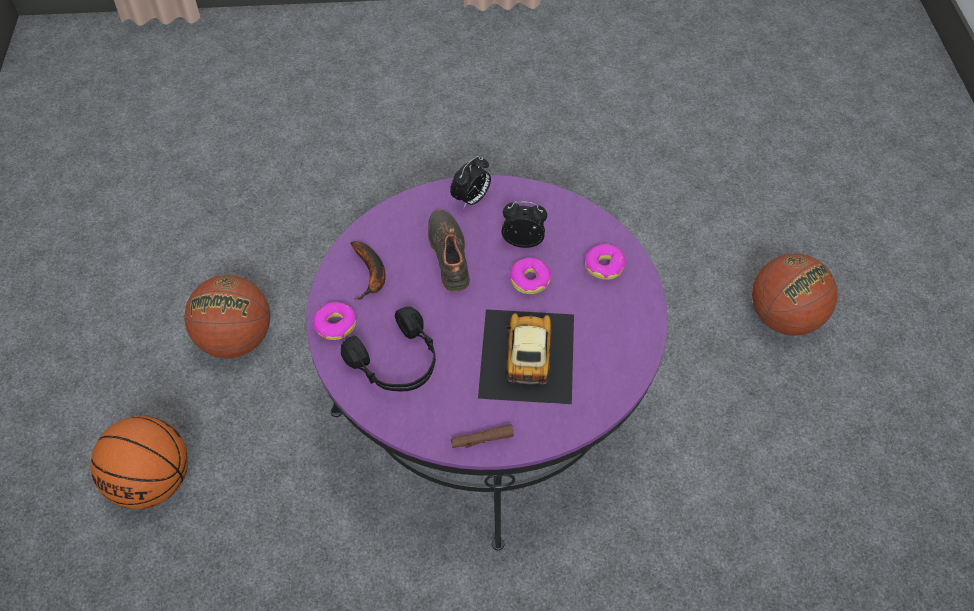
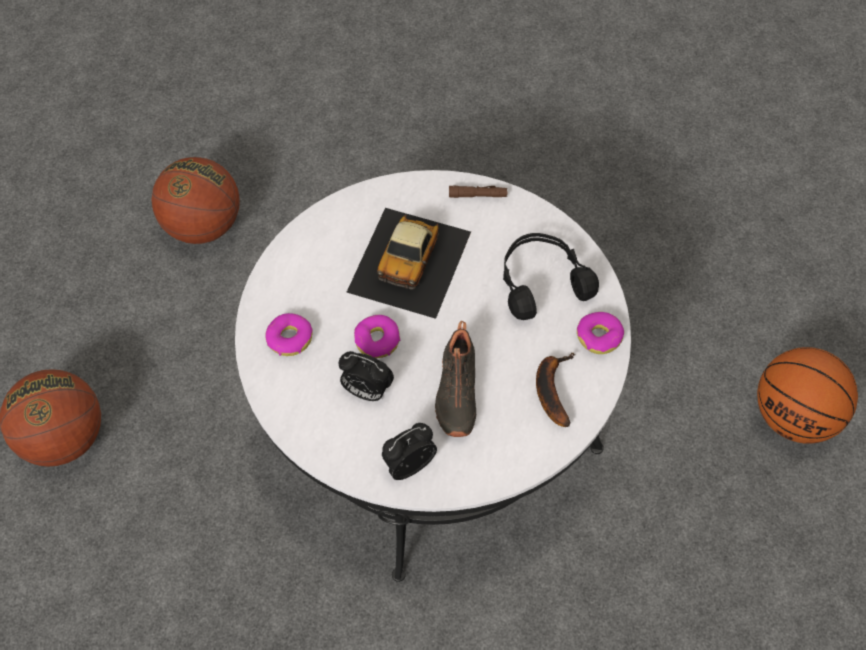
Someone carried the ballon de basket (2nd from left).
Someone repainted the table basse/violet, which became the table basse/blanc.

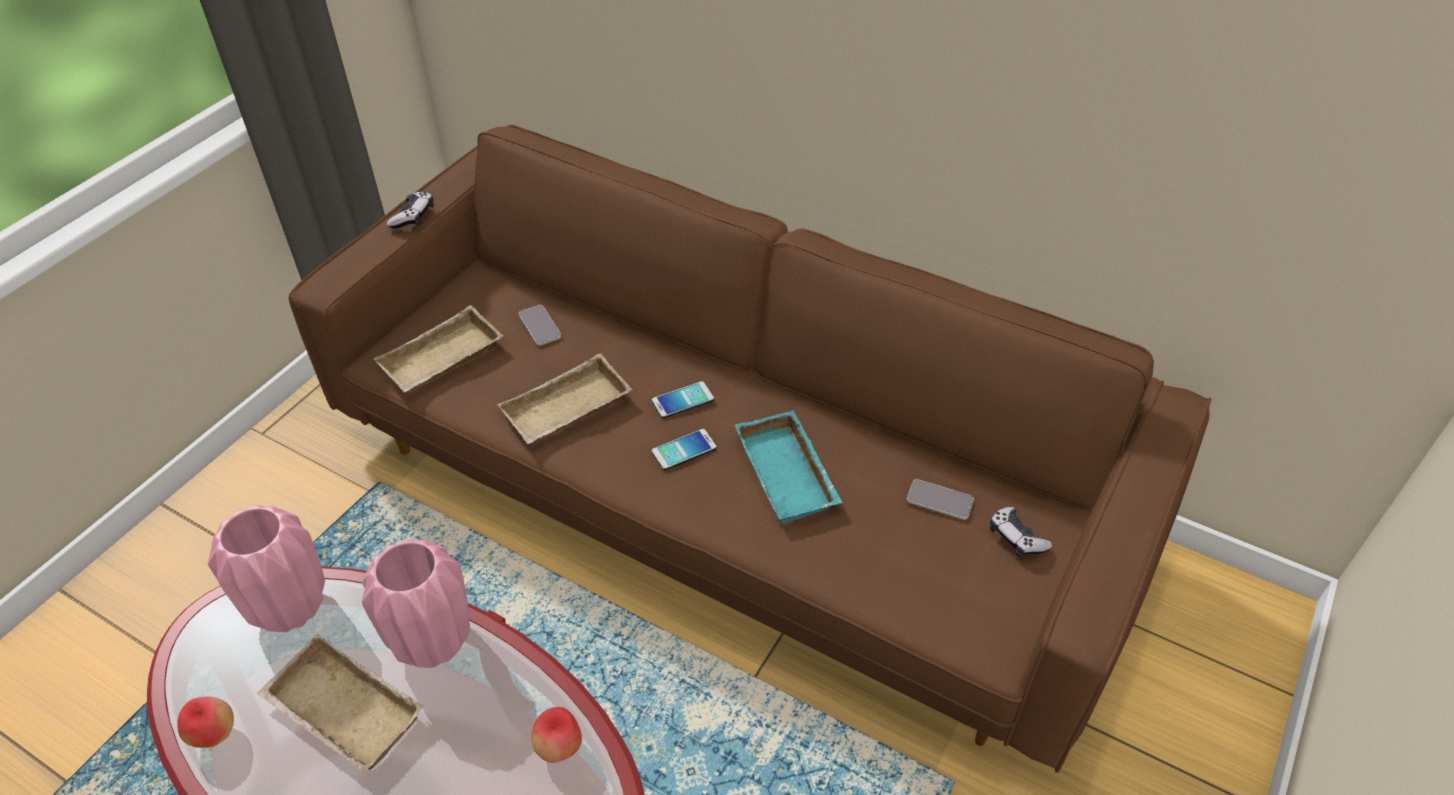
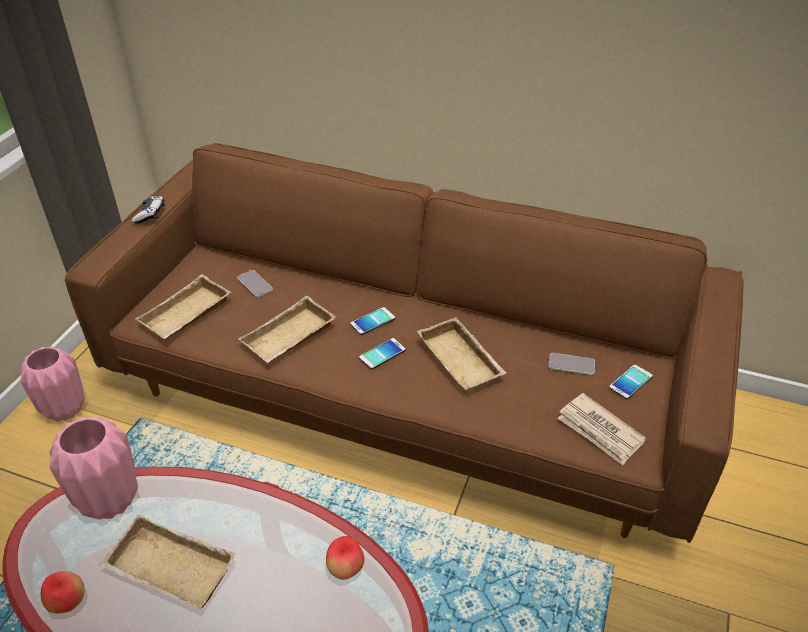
Someone carried the vase/rose (2nd from left in the first image).
Someone repainted the plateau/turquoise, which became the plateau/beige (4th from left).
Someone swapped the manette (2nd from left) for the téléphone (5th from left).
Someone put down the journal.

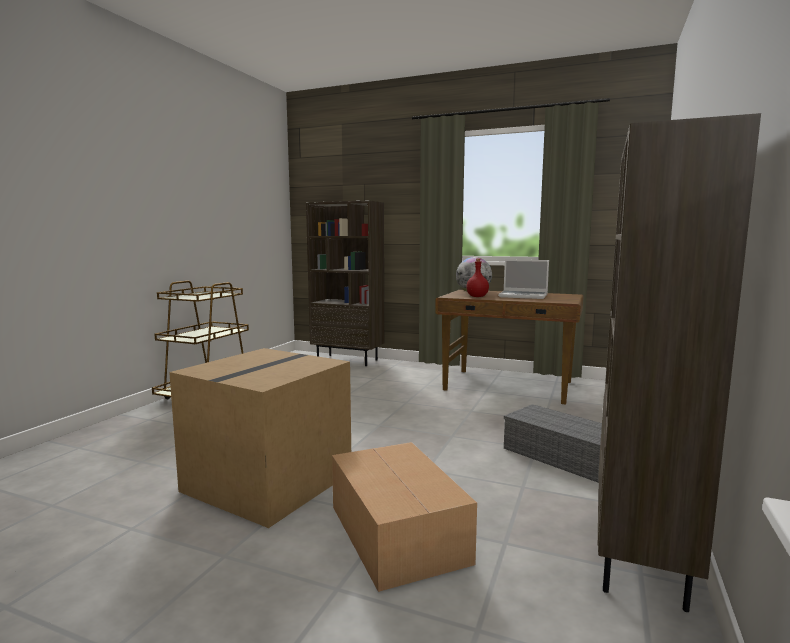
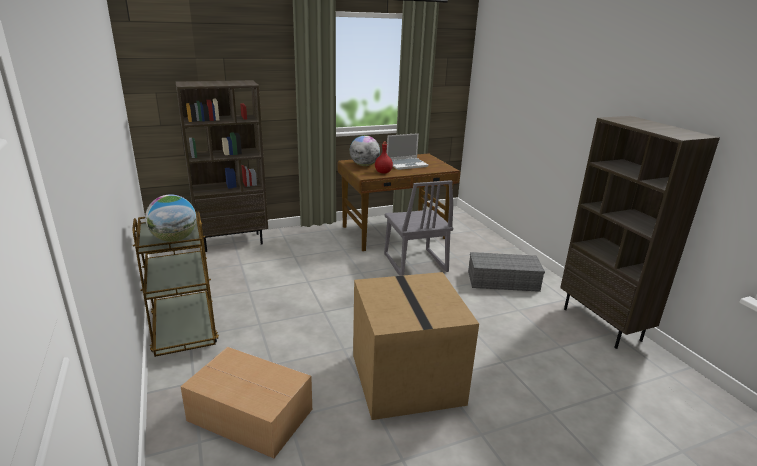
Someone carried the carton (2nd from left in the first image).
Someone put down the globe (1st from left).
Someone put down the chaise/gris.

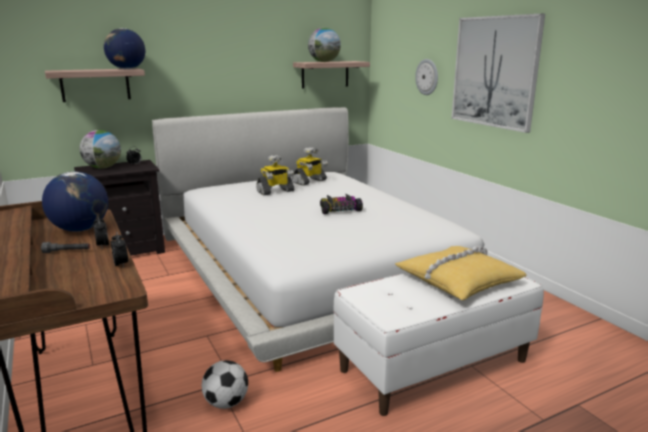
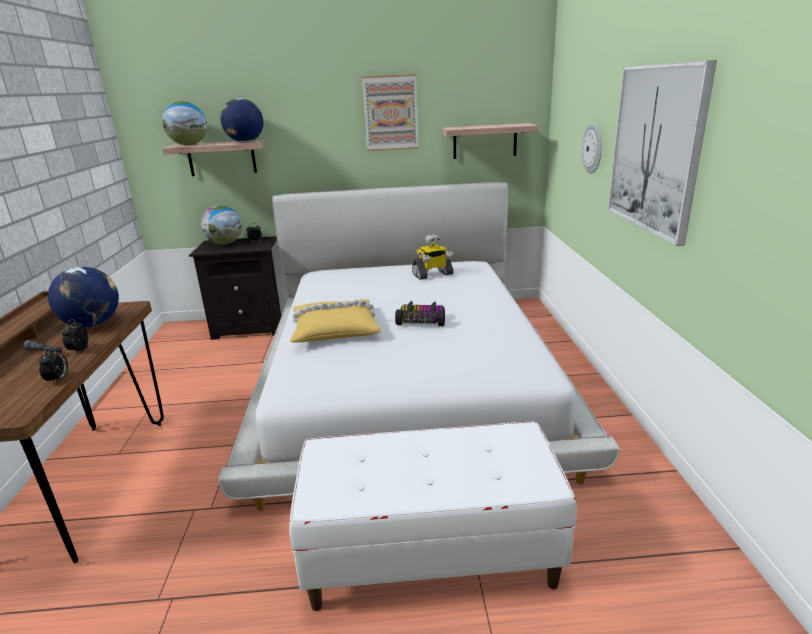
Someone took away the ballon de foot.
Someone took away the robot jouet (1st from left).
Someone carried the globe (4th from left in the first image).
Someone carried the coussin/jaune.
Someone put up the tableau (1st from left).

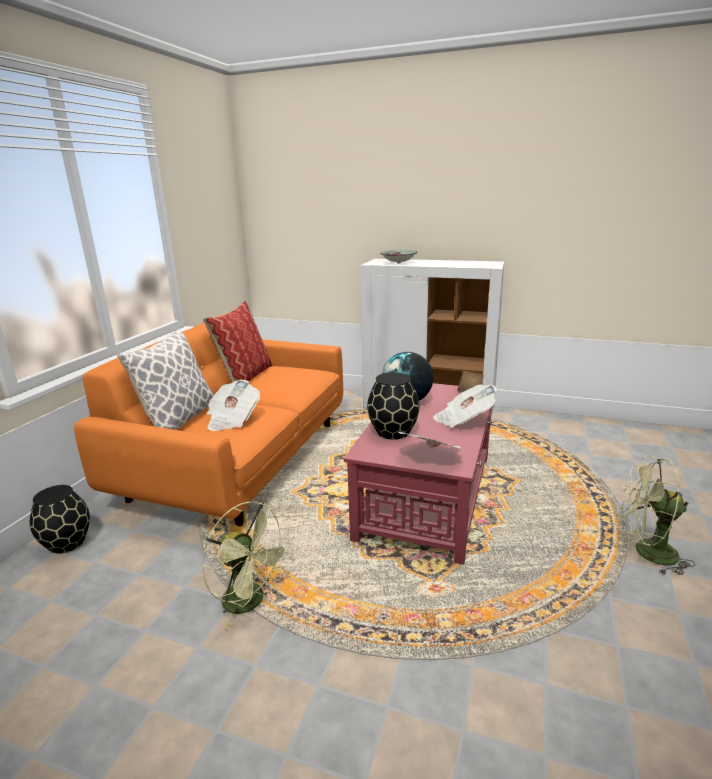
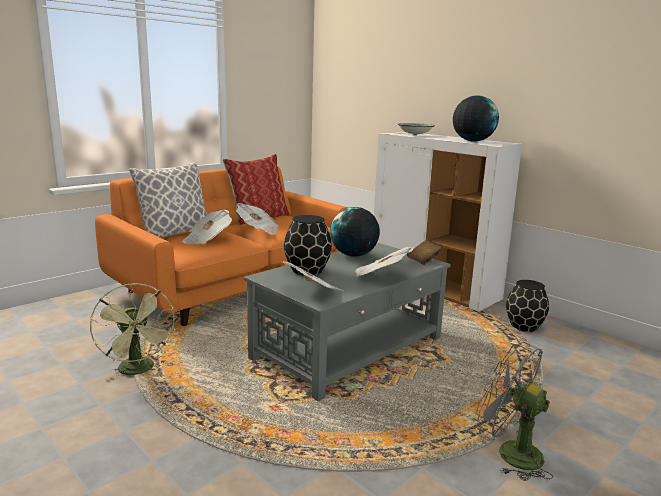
Someone carried the vase/noir (1st from left in the first image).
Someone repainted the table basse/rouge, which became the table basse/gris.
Someone repainted the ventilateur/vert (2nd from left), which became the ventilateur/gris.
Someone put down the journal (2nd from left).
Someone put down the globe (2nd from left).

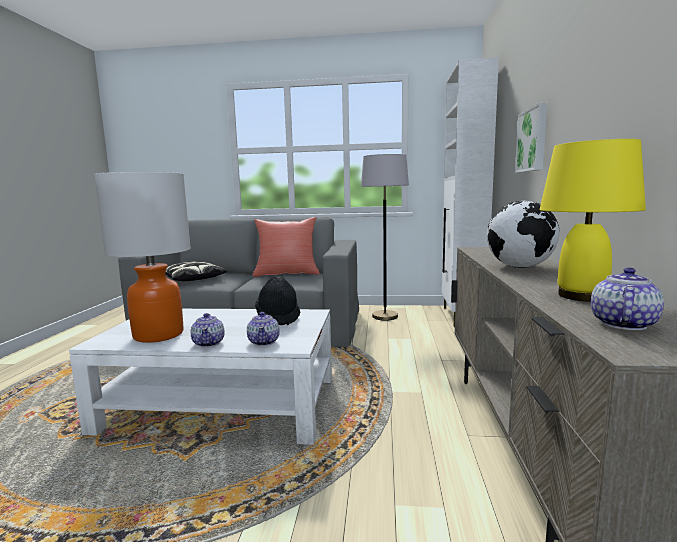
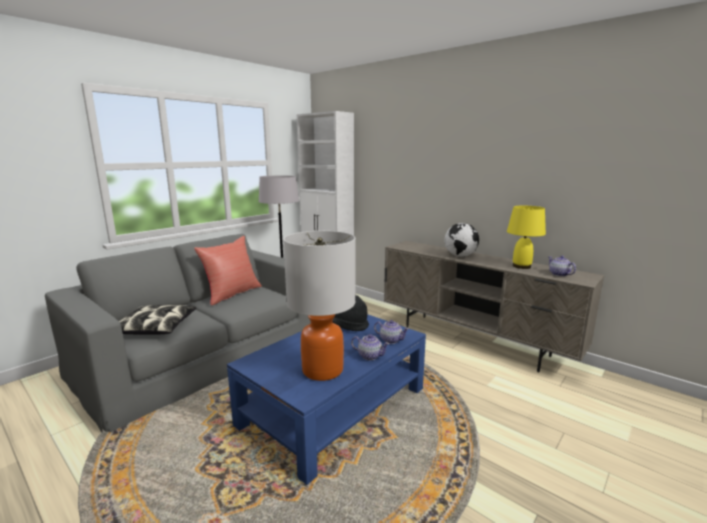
Someone repainted the table basse/blanc, which became the table basse/bleu.
Someone took away the tableau.

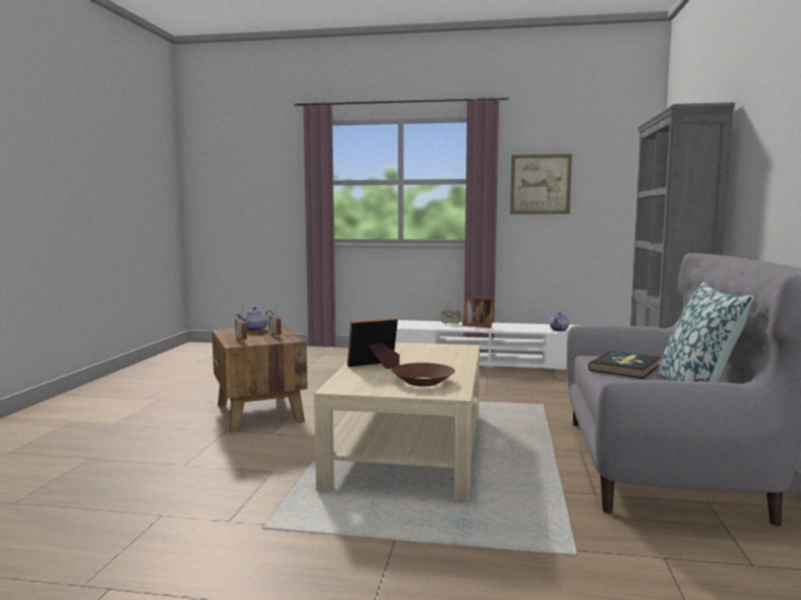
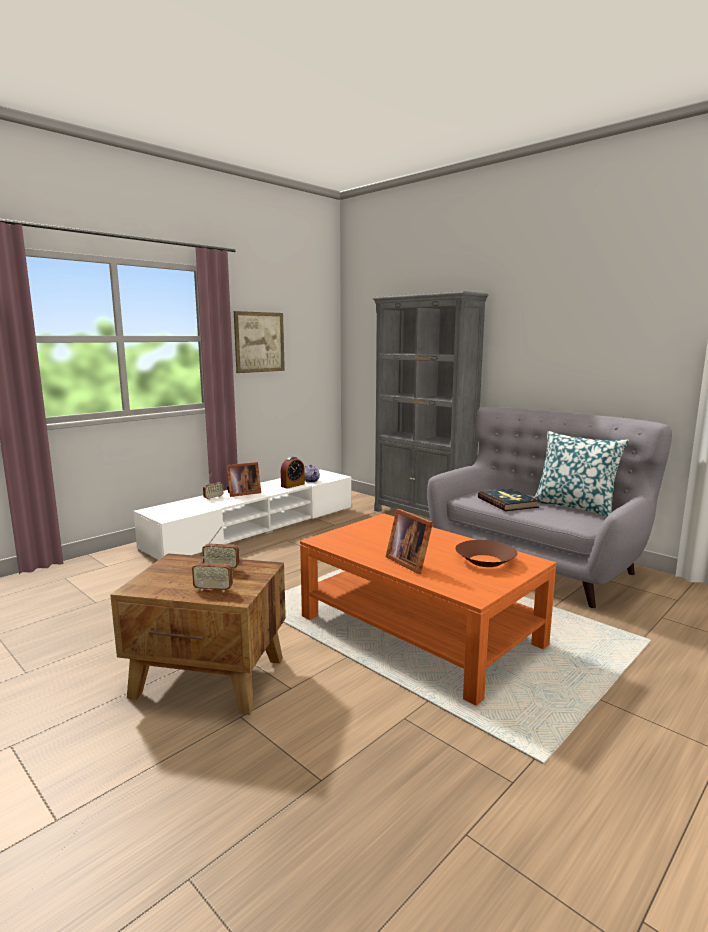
Someone took away the théière (1st from left).
Someone repainted the table basse/beige, which became the table basse/orange.
Someone rotated the cadre photo (1st from left in the first image) by 45 degrees counterclockwise.
Someone put down the réveil.

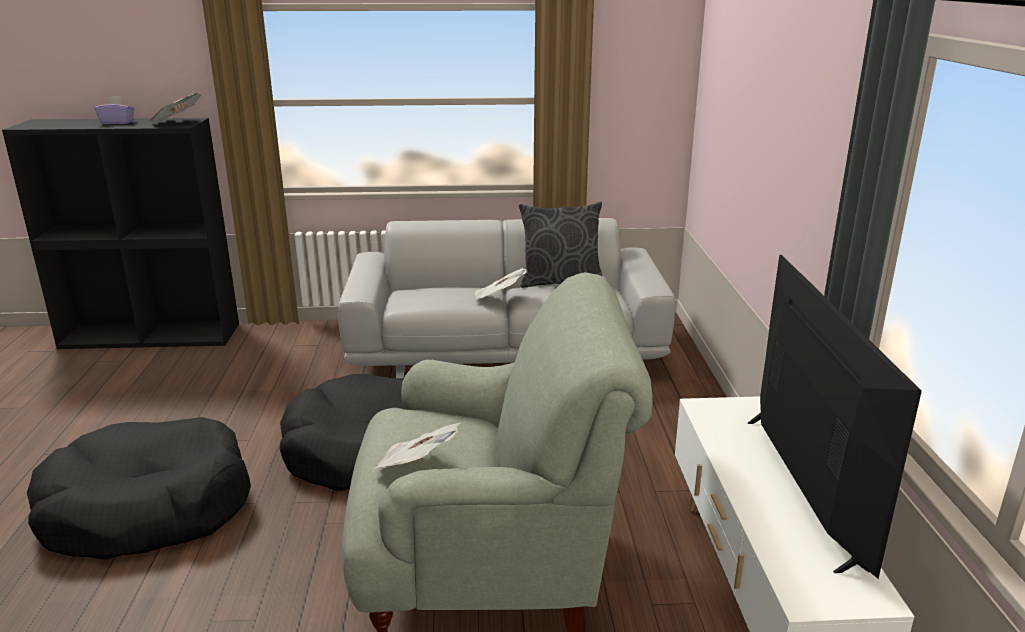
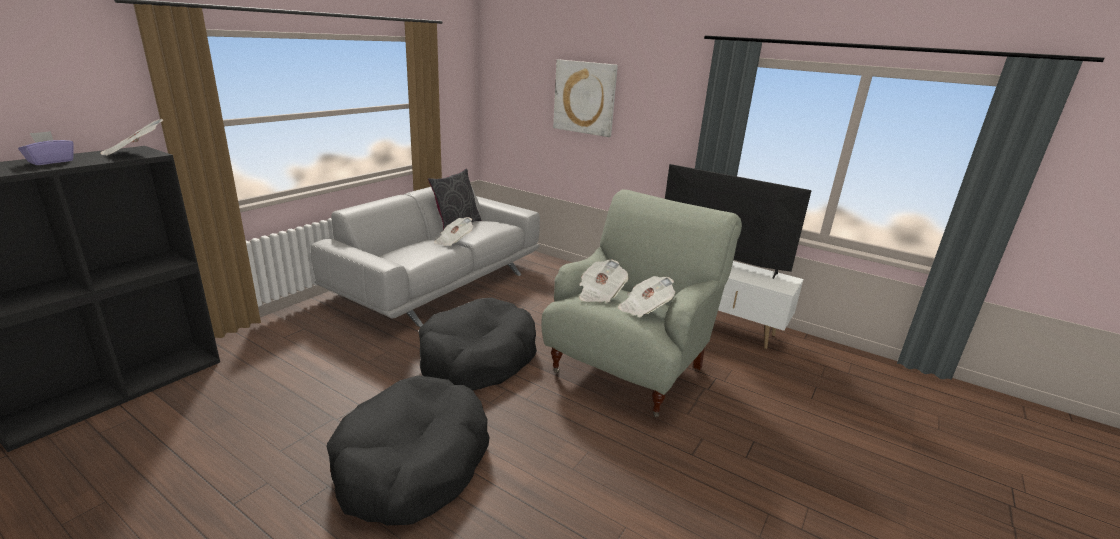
Someone put up the tableau.
Someone put down the journal (3rd from left).

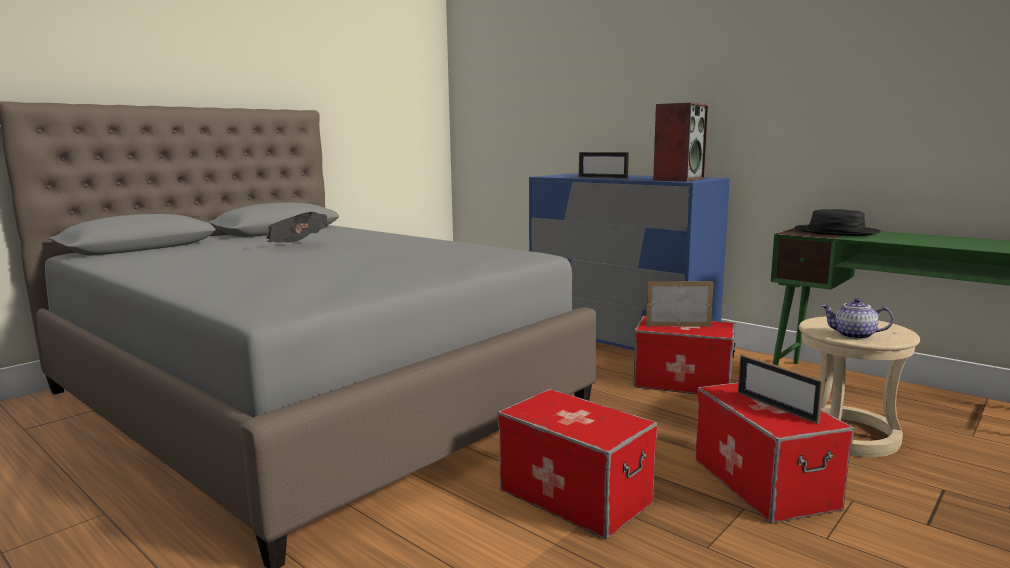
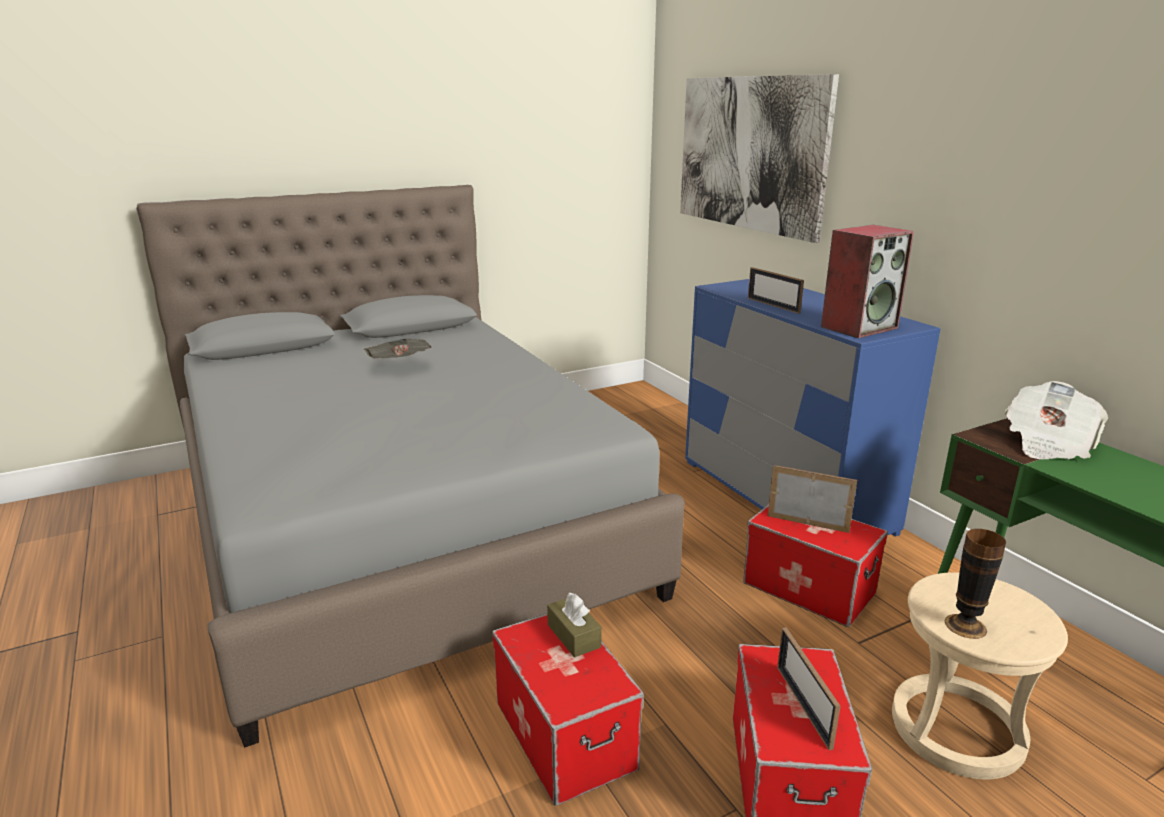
Someone swapped the chapeau/noir for the journal (2nd from left).
Someone swapped the théière for the vase.
Someone put down the boîte à mouchoirs/marron.
Someone put up the tableau.

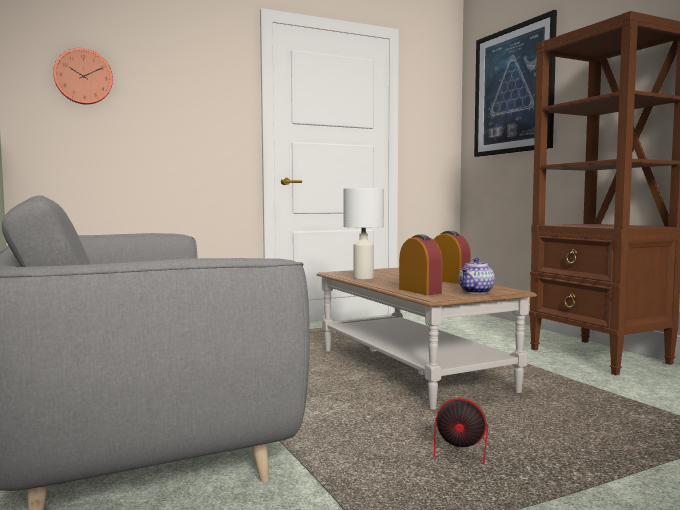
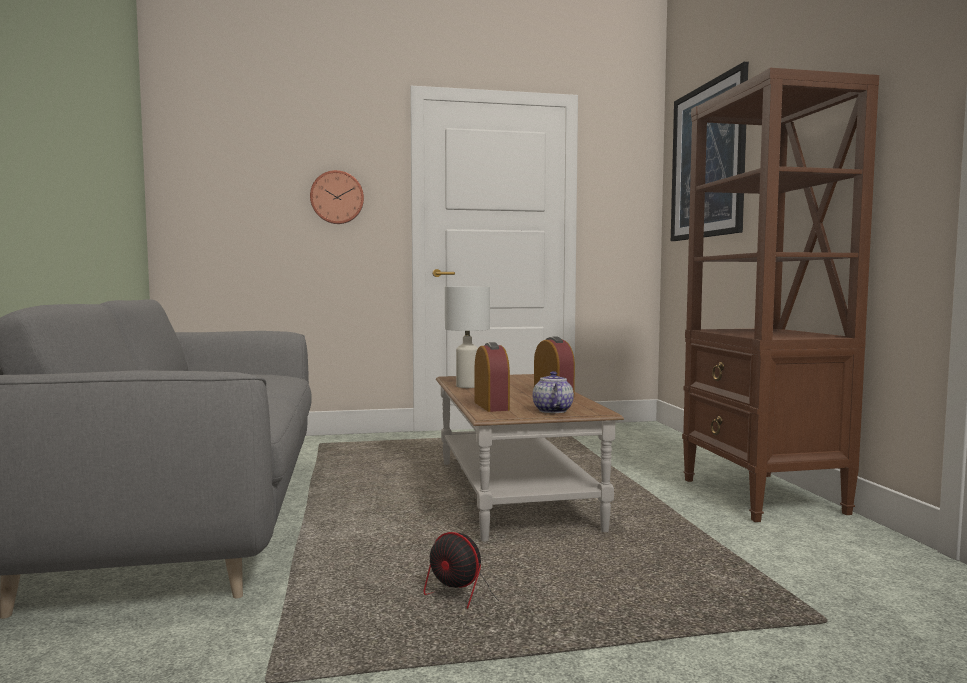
Someone carried the horloge murale.
Someone rotated the théière by 120 degrees clockwise.

